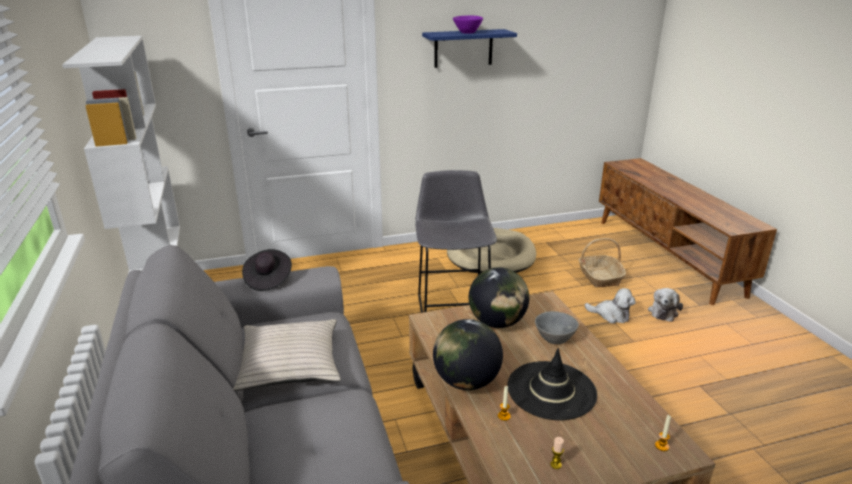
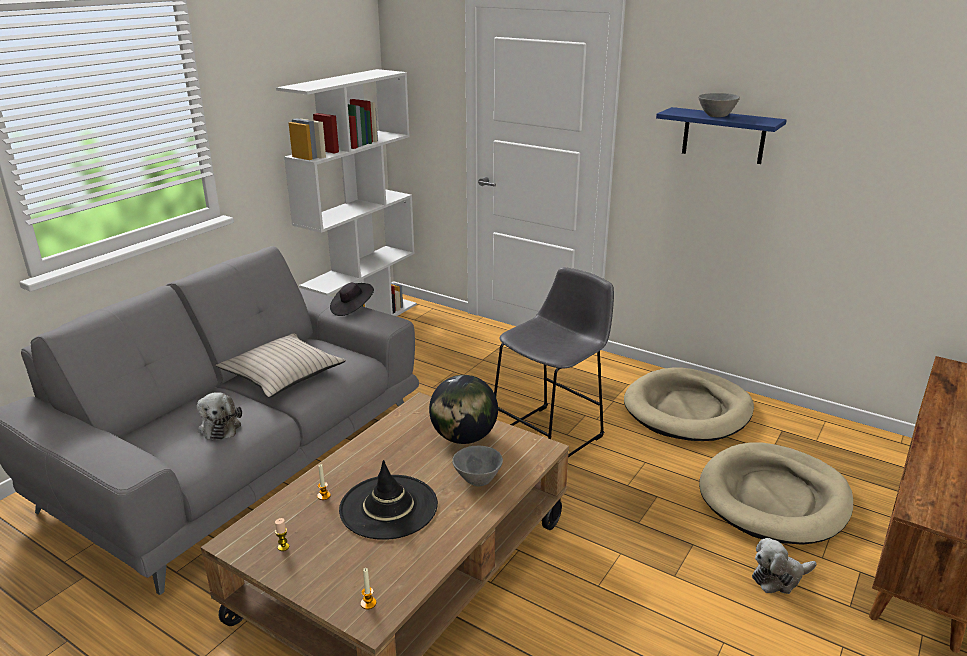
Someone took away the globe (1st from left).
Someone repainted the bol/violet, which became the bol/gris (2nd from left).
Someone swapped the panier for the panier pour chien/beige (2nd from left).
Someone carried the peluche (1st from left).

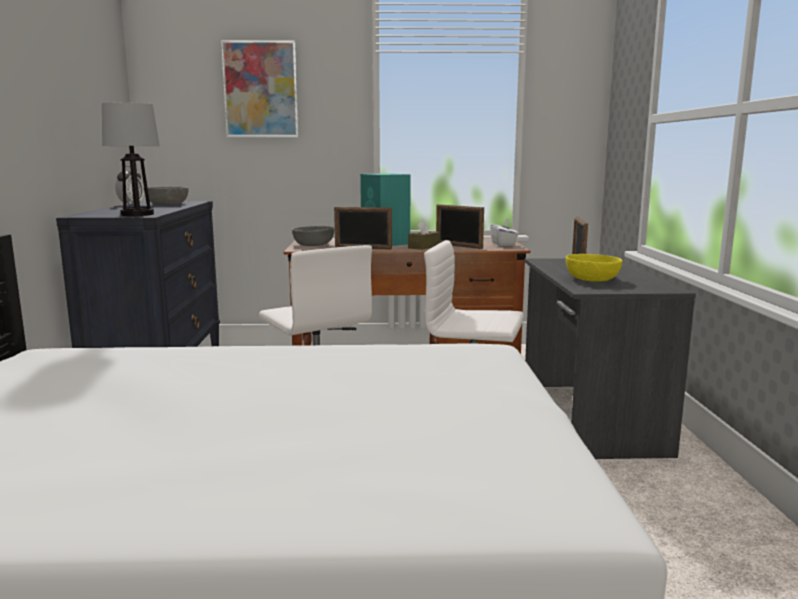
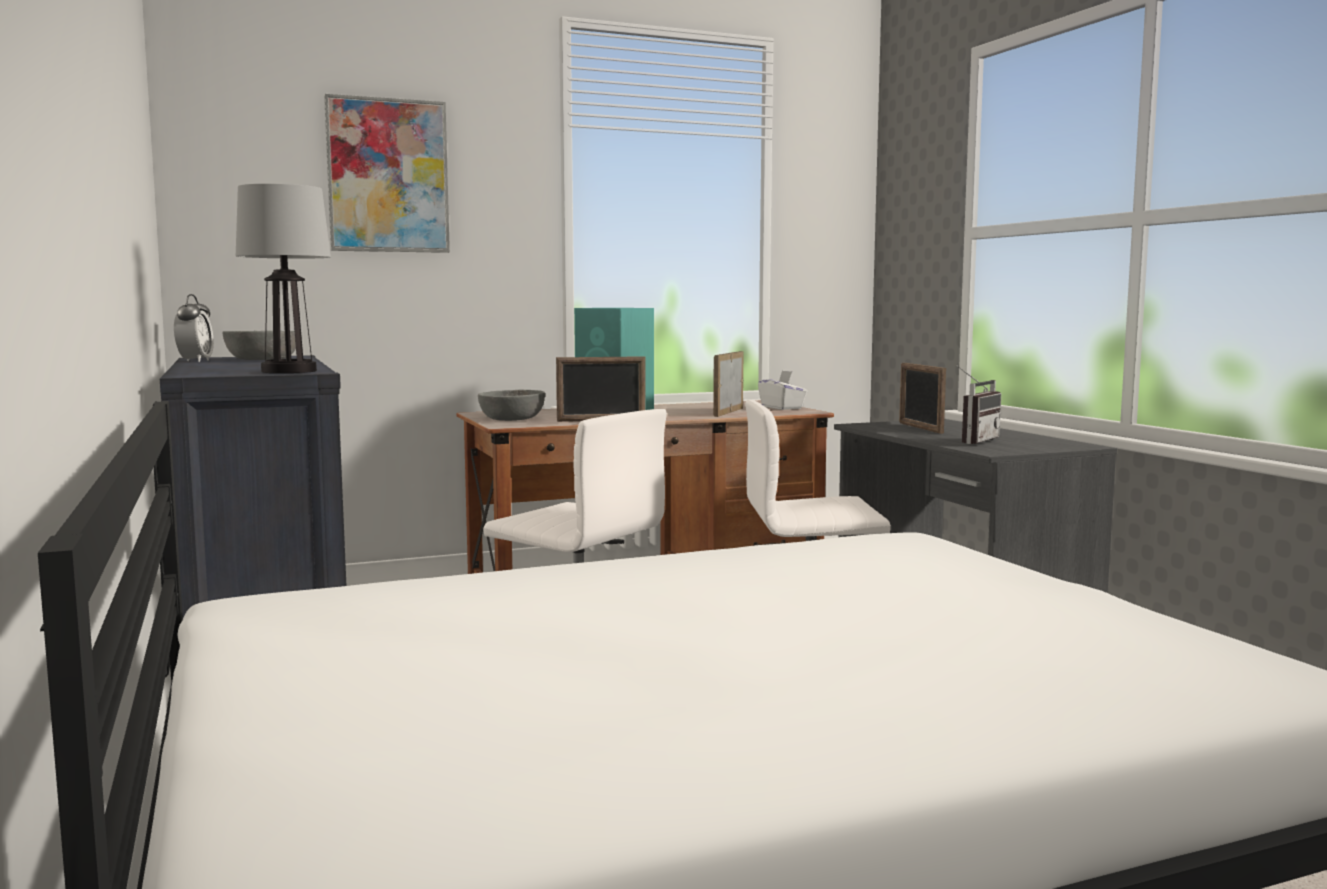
Someone took away the boîte à mouchoirs/marron.
Someone rotated the cadre photo (2nd from left) by 90 degrees clockwise.
Someone swapped the bol/jaune for the radio.

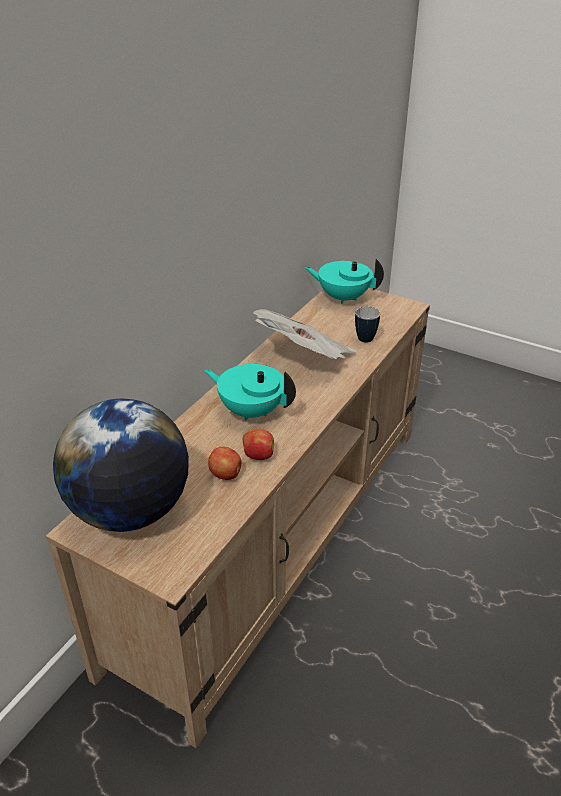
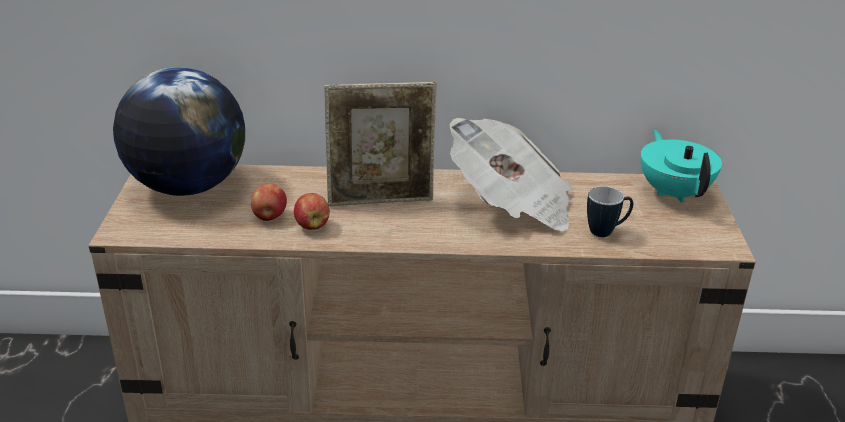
Someone swapped the théière/turquoise (1st from left) for the cadre photo.

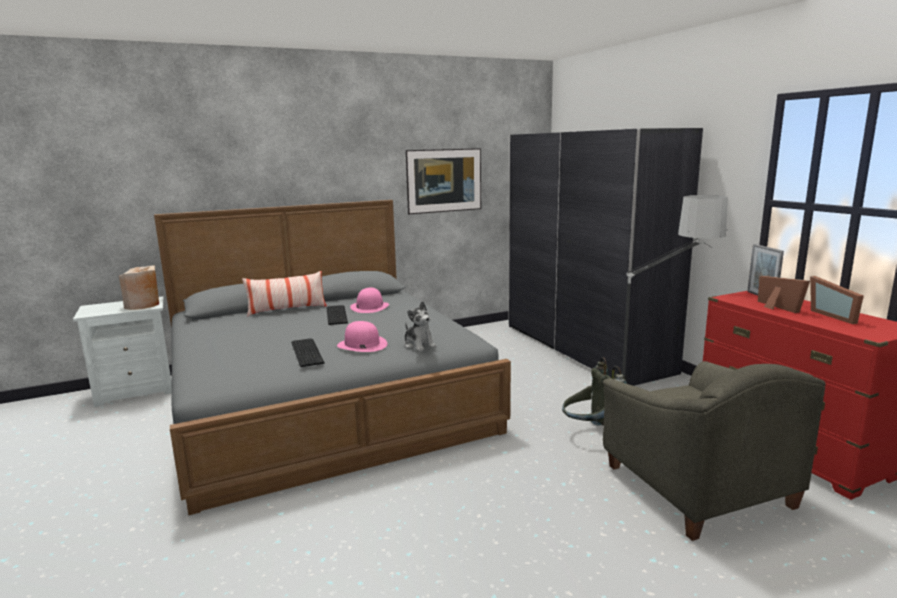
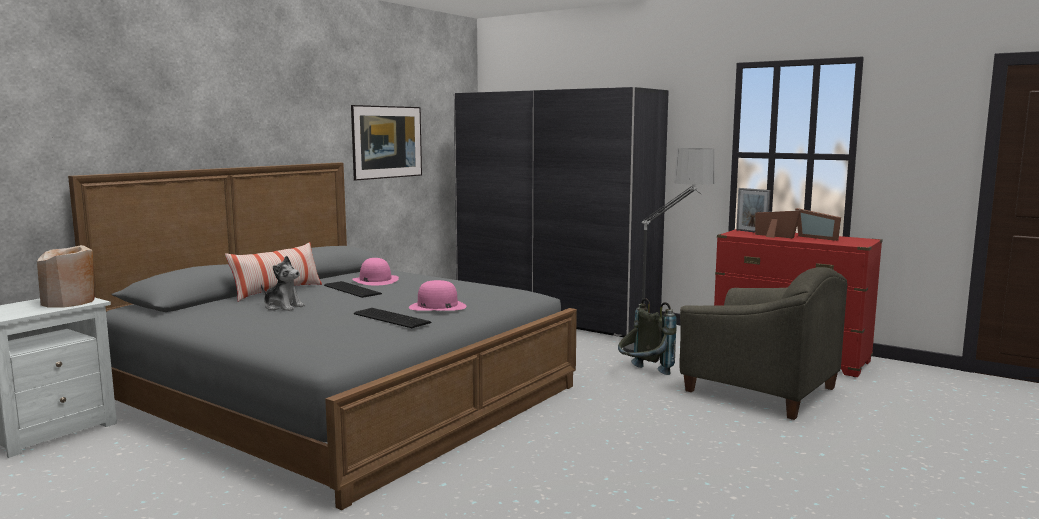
Someone carried the peluche.

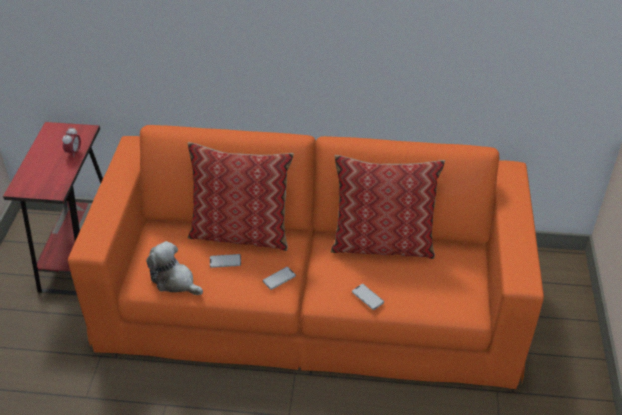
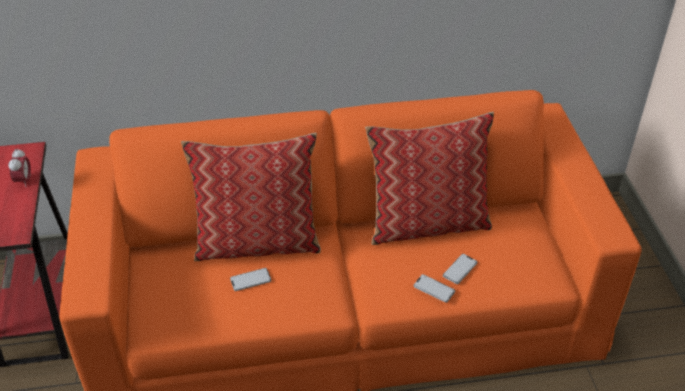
Someone took away the peluche.
Someone carried the téléphone (2nd from left in the first image).

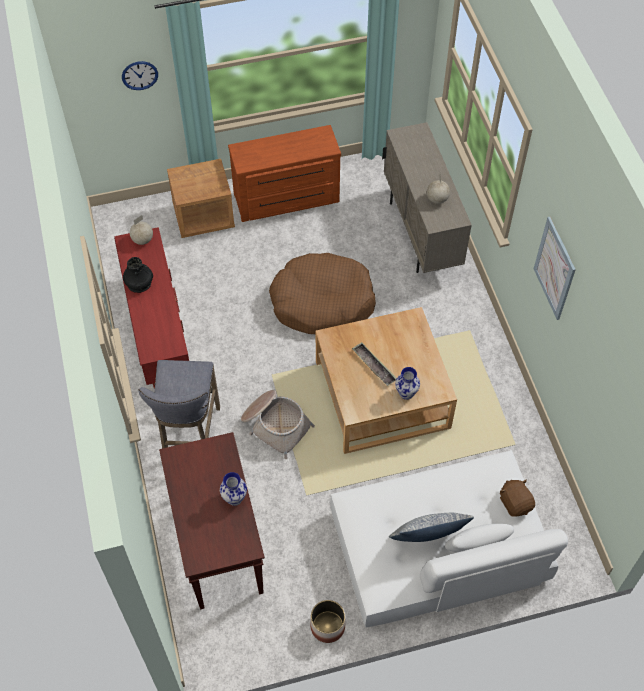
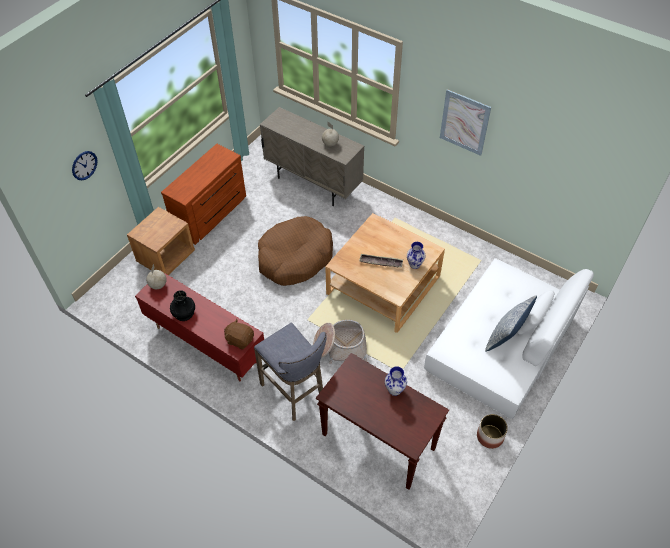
Someone carried the peluche/marron.

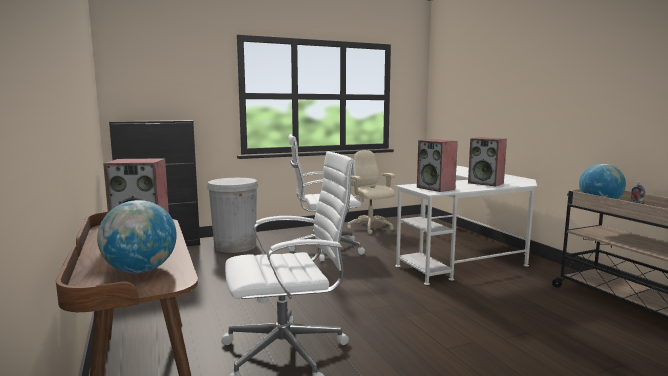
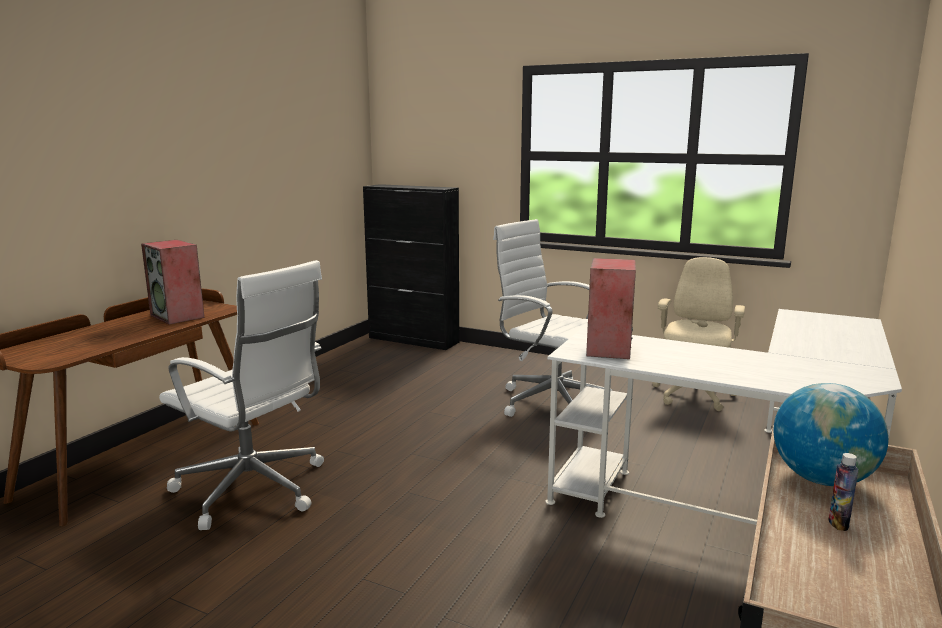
Someone took away the globe (1st from left).
Someone took away the poubelle/blanc.
Someone took away the enceinte (3rd from left).

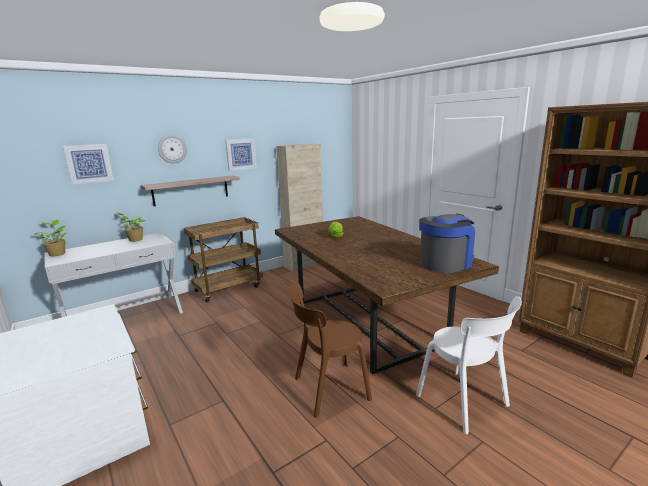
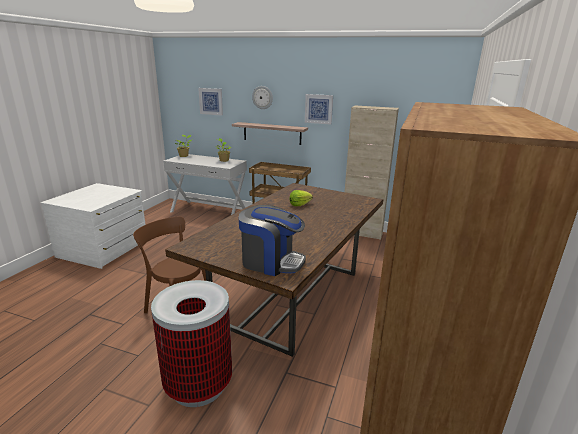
Someone swapped the chaise/blanc for the poubelle.

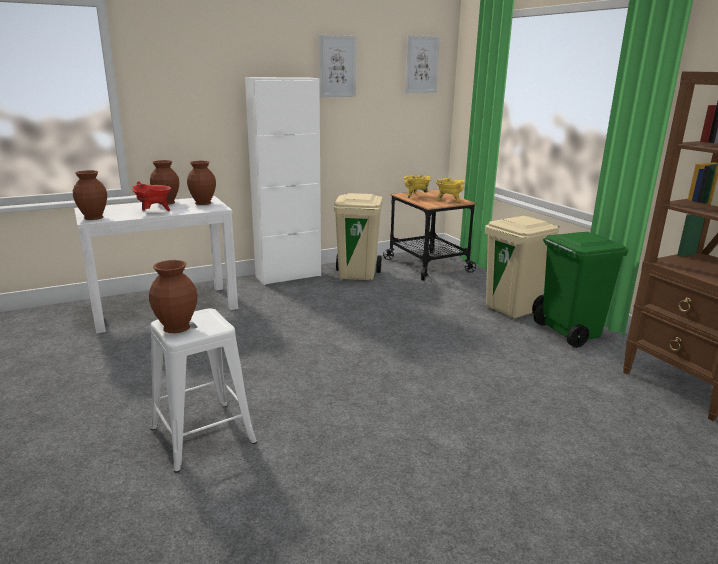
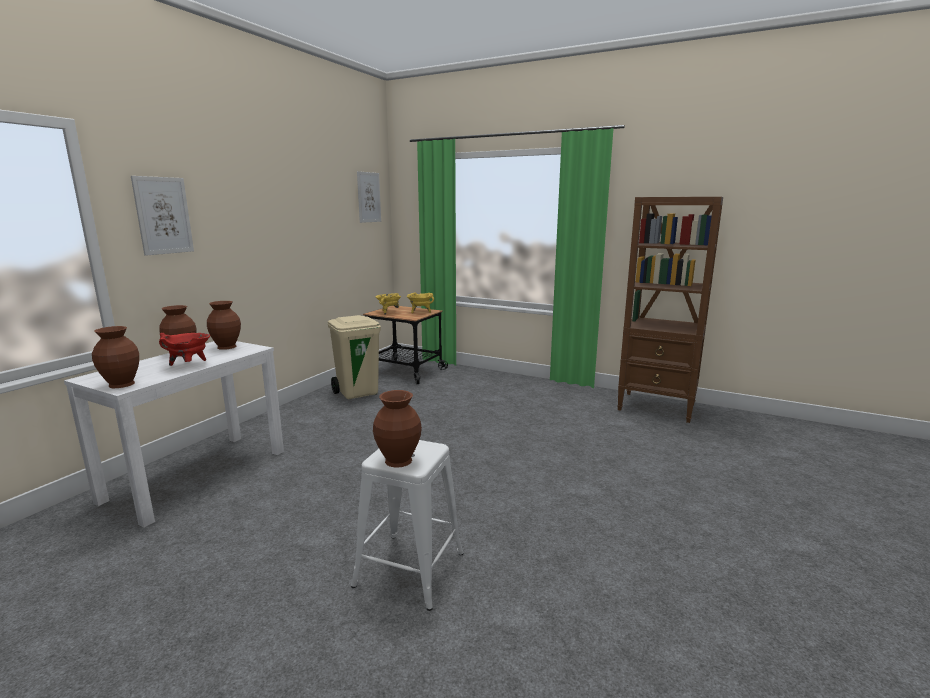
Someone took away the meuble de rangement/blanc.
Someone carried the tableau (1st from left).
Someone took away the poubelle/beige (2nd from left).
Someone took away the poubelle/vert.

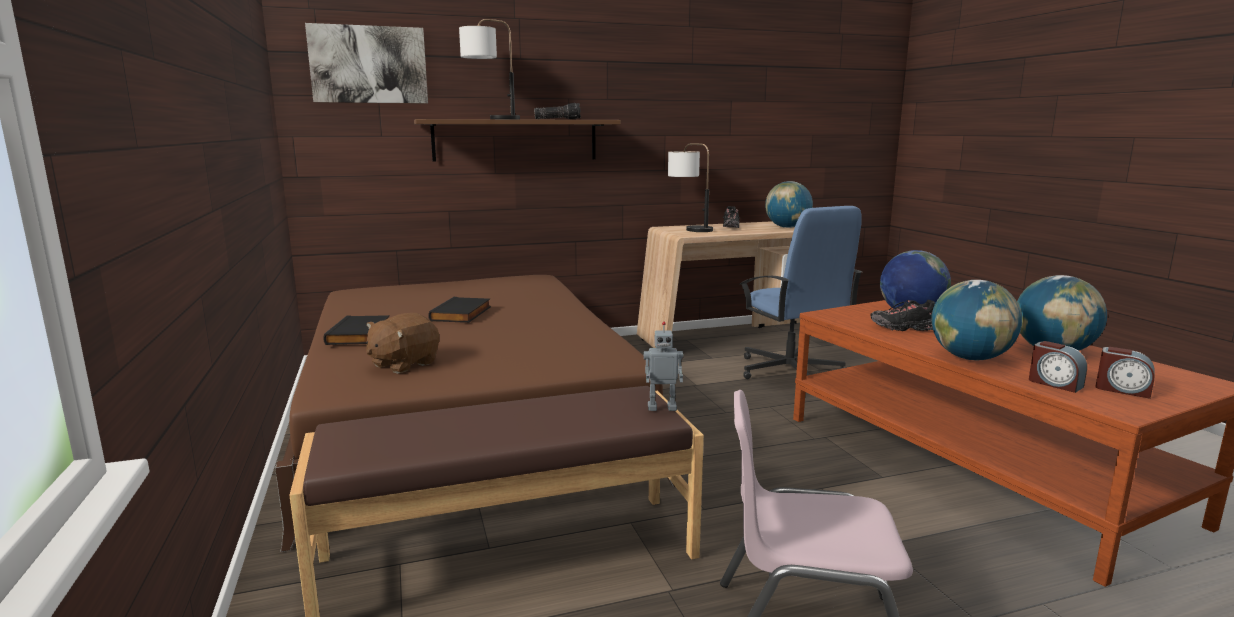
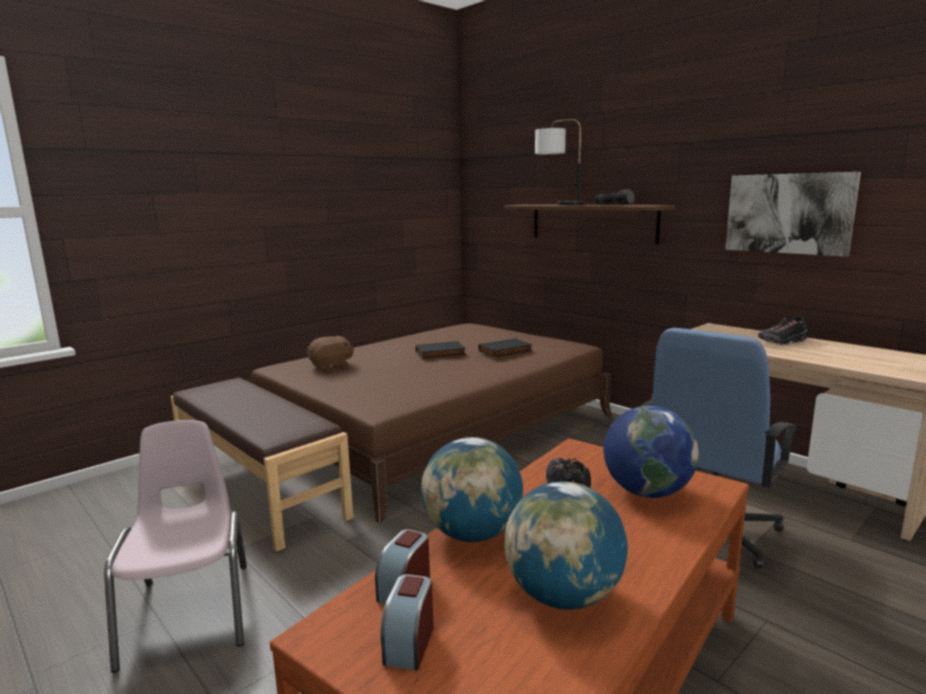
Someone carried the tableau.
Someone carried the livre/noir (1st from left in the first image).
Someone rotated the peluche/marron by 135 degrees clockwise.
Someone took away the robot jouet.
Someone took away the lampe de table (2nd from left).
Someone took away the globe (1st from left).

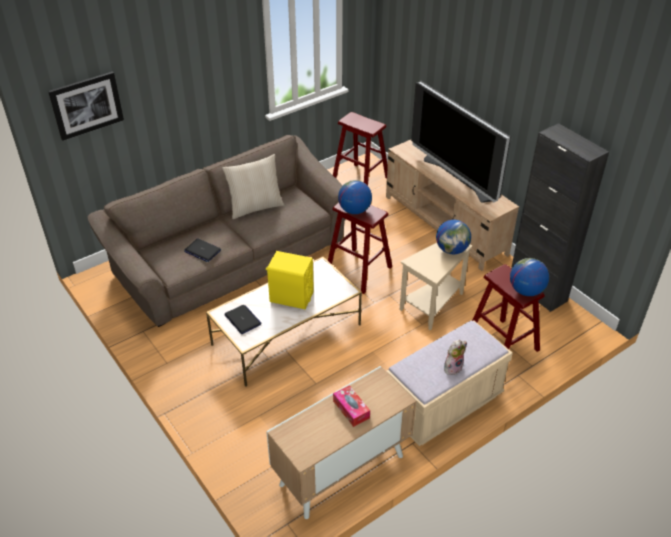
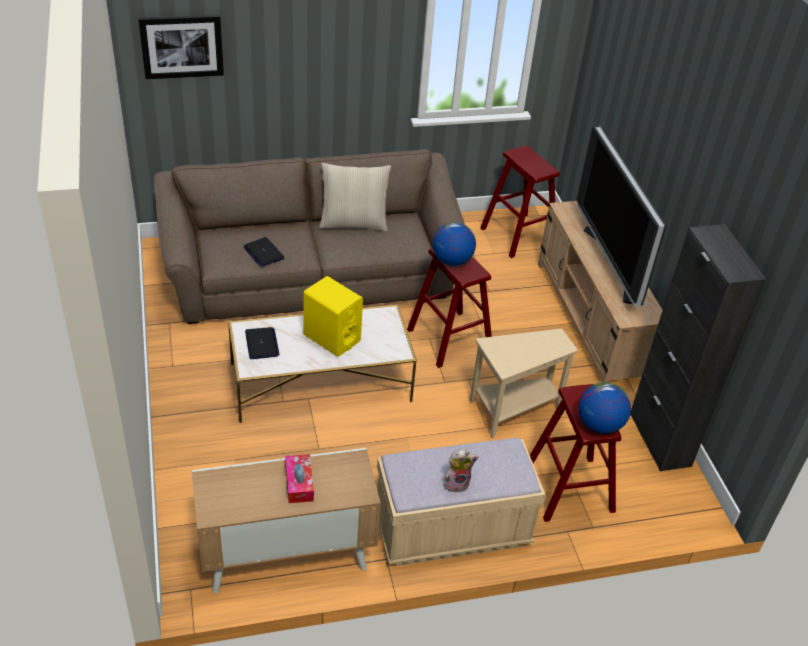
Someone took away the globe (2nd from left).

